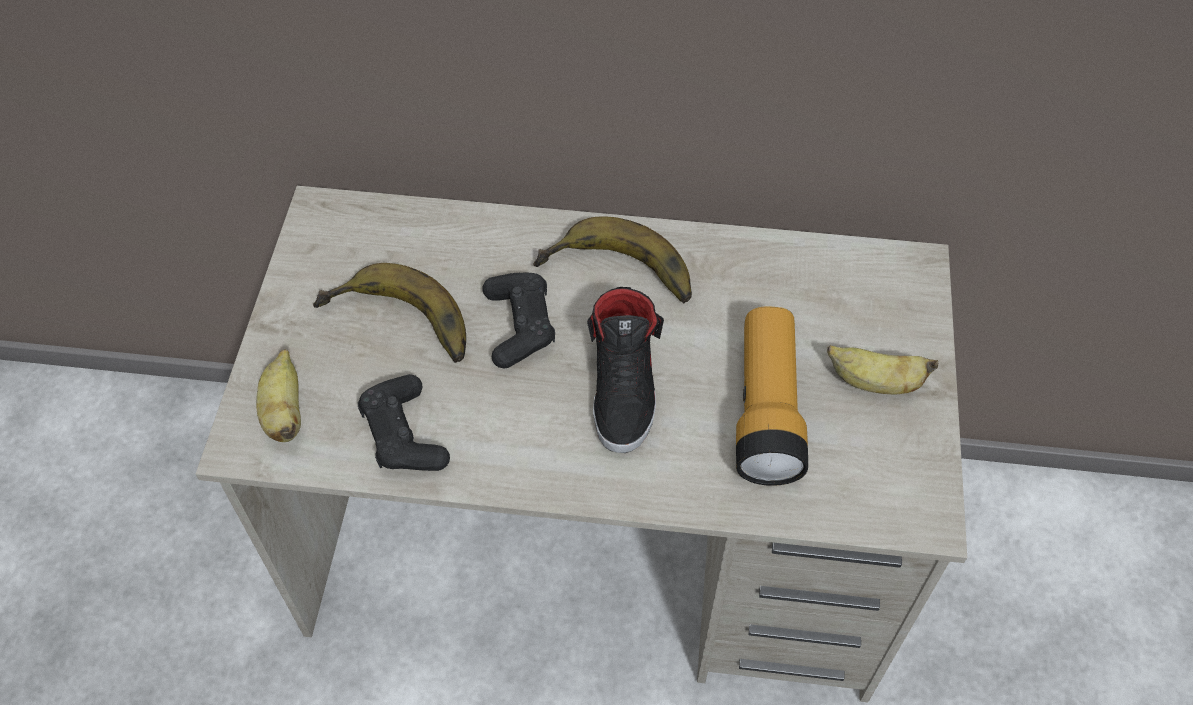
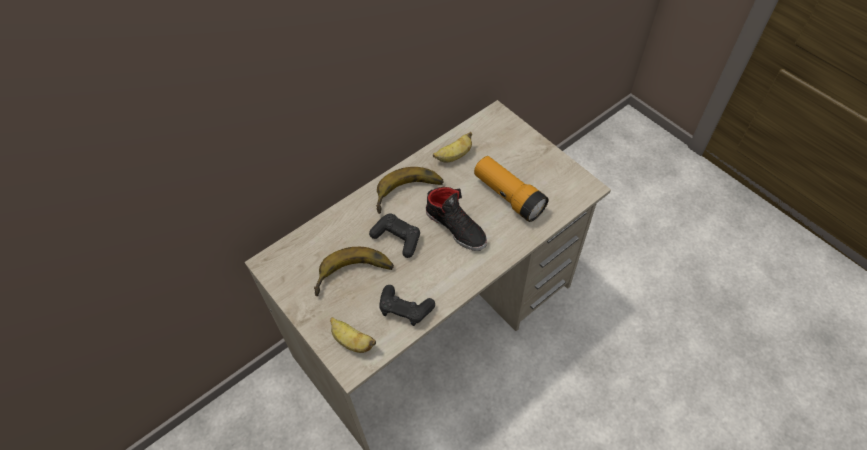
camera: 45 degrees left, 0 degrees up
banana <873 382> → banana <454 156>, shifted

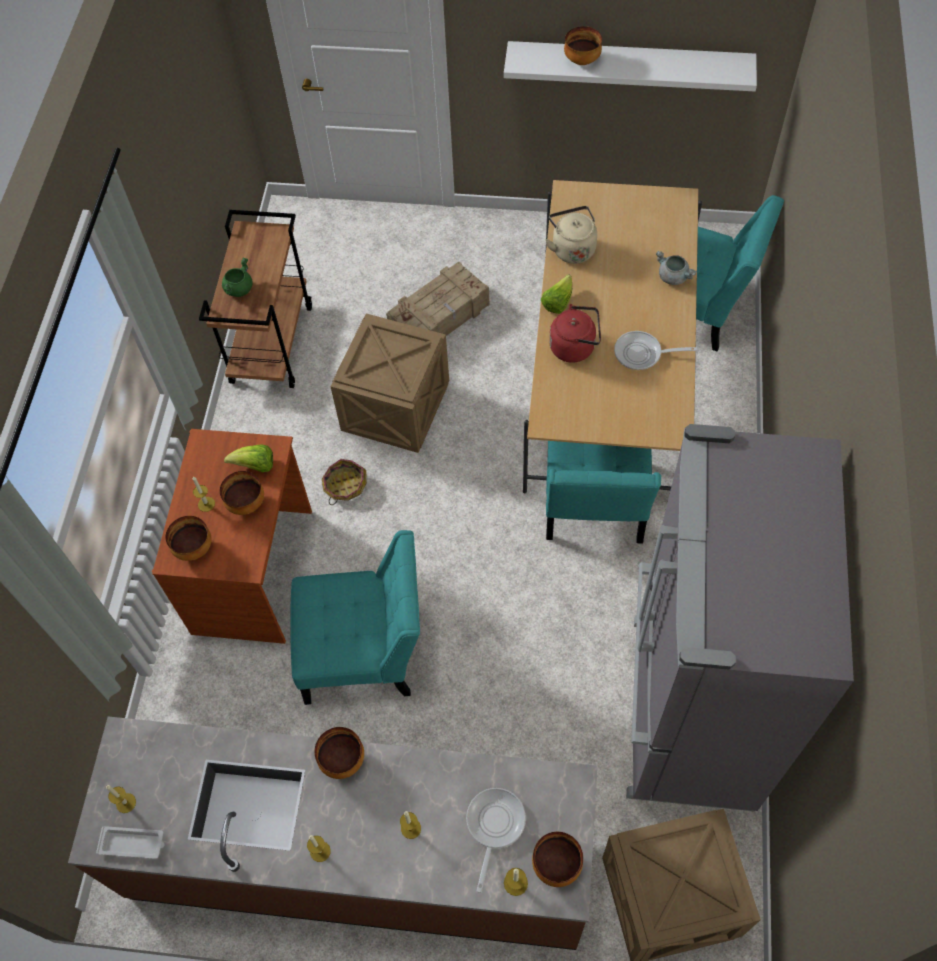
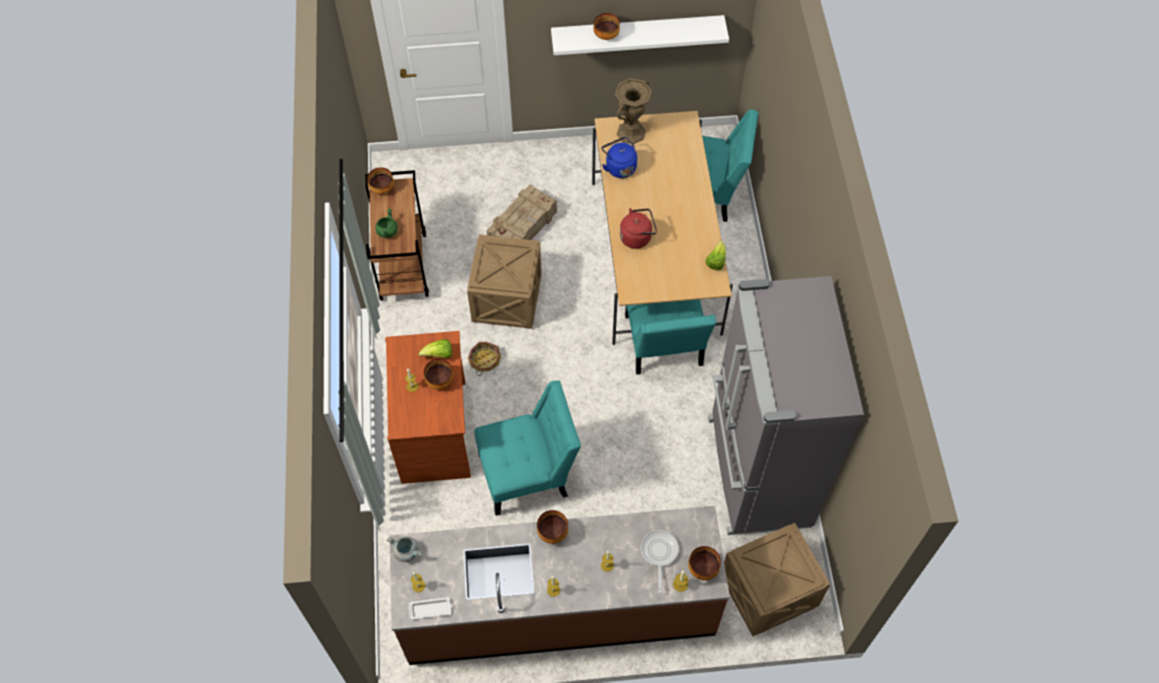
camera: 15 degrees left, 0 degrees up
serving bowl <193 548> → serving bowl <382 189>, shifted
saucepot (gray) <673 277> → saucepot (gray) <407 552>, shifted
kettle (beige) <572 248> → kettle (blue) <619 167>
- → flower vase (brown) <631 132>
head of lettuce <557 302> → head of lettuce <716 261>, shifted
skillet <642 354> → -

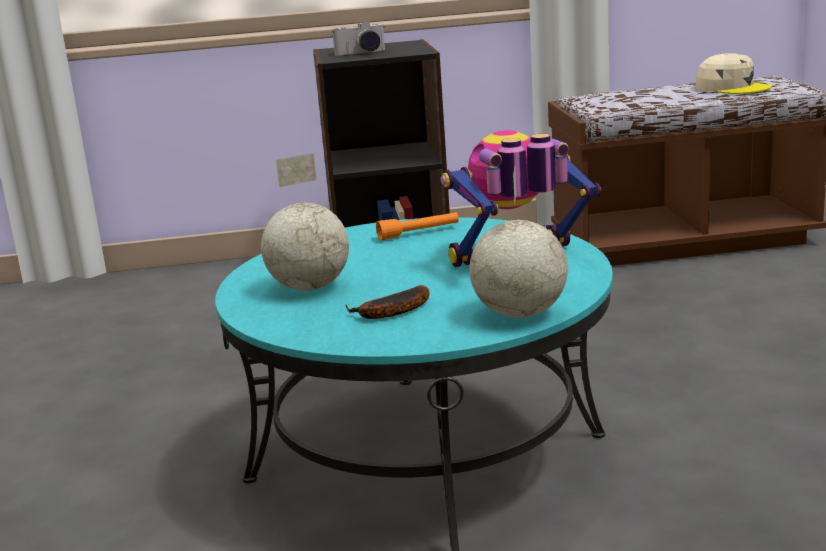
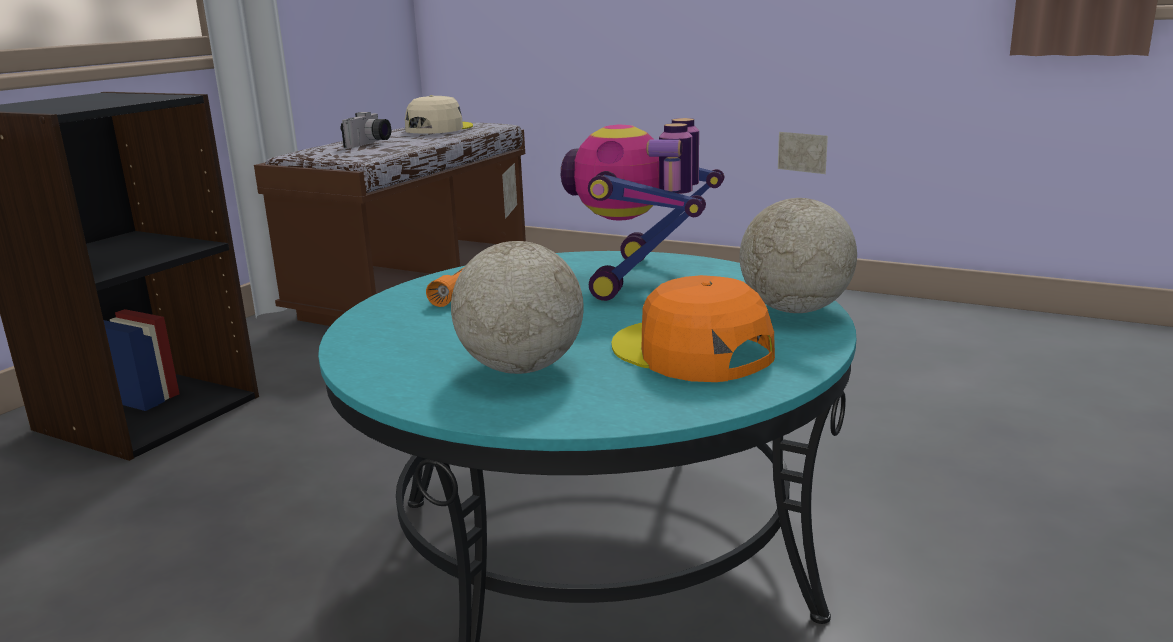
camera: 55 degrees left, 0 degrees up
still camera <361 53> → still camera <370 143>, shifted
peaked cap (beige) <732 87> → peaked cap (beige) <439 129>, 60 degrees counterclockwise
banana <391 312> → peaked cap (orange-coloured) <691 352>

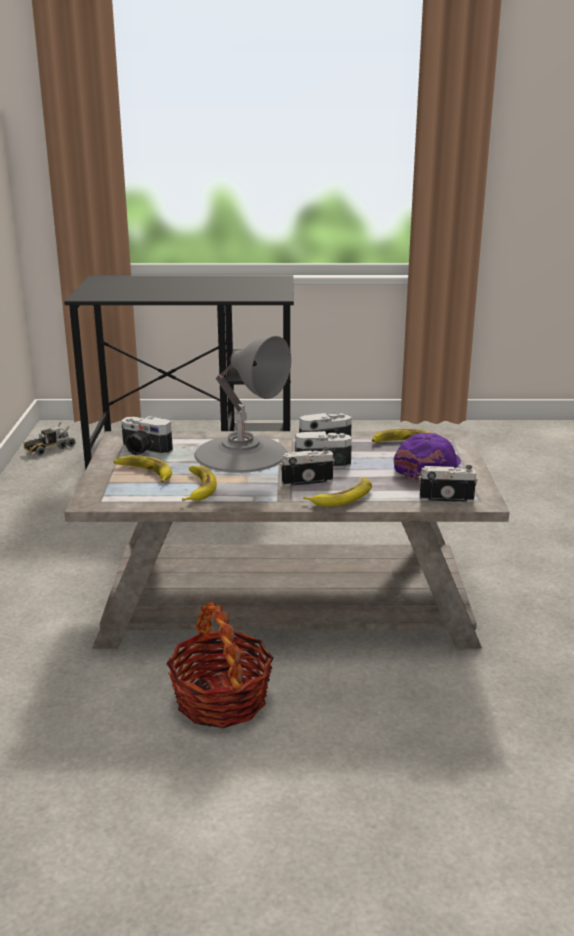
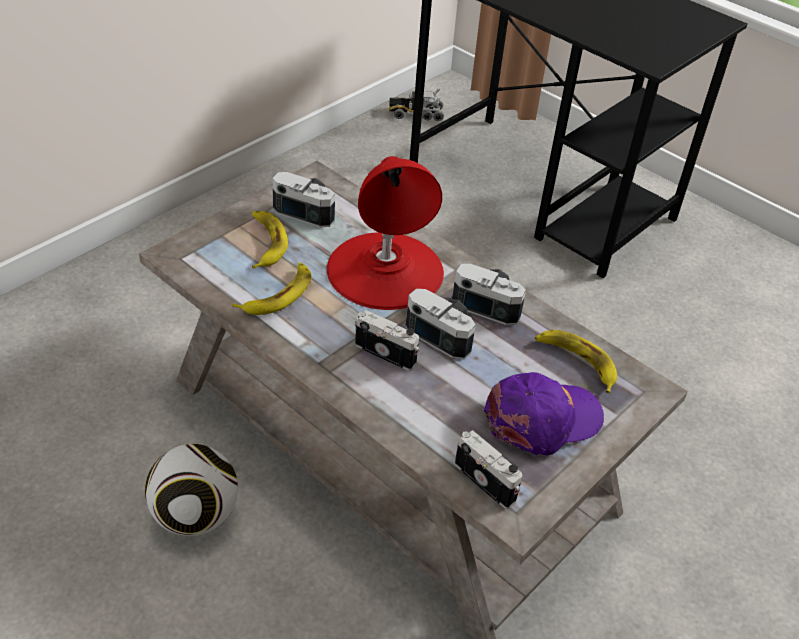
camera: 40 degrees right, 20 degrees up
household basket <221 700> → football ball <196 515>
still camera <143 451> → still camera <307 210>, 135 degrees clockwise
tabletop lamp (gray) <241 453> → tabletop lamp (red-coloured) <386 270>
banana <342 497> → -

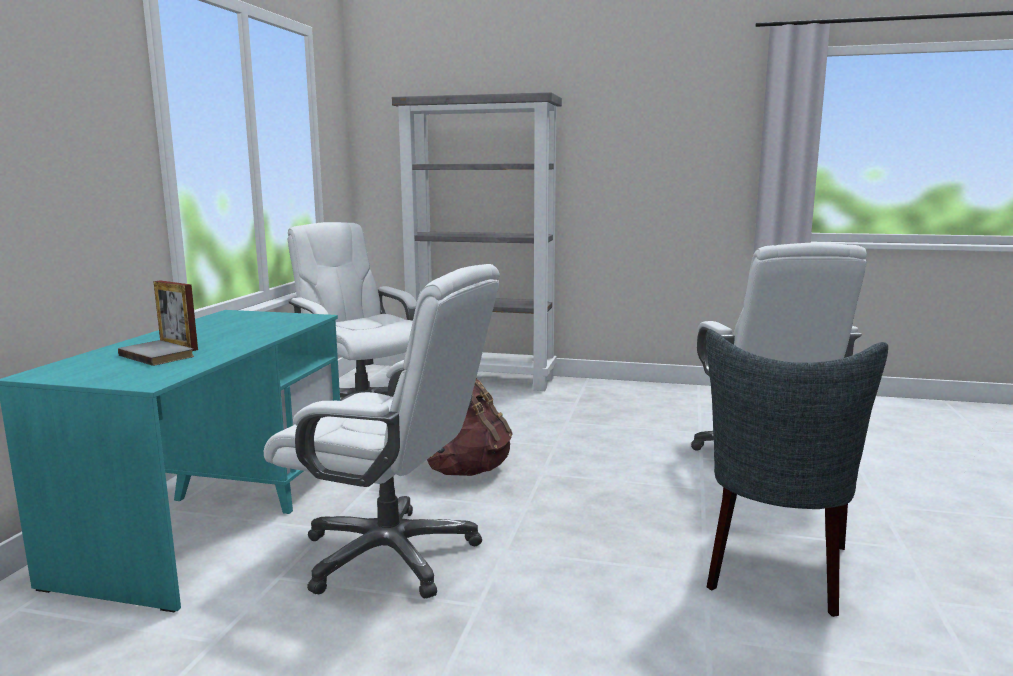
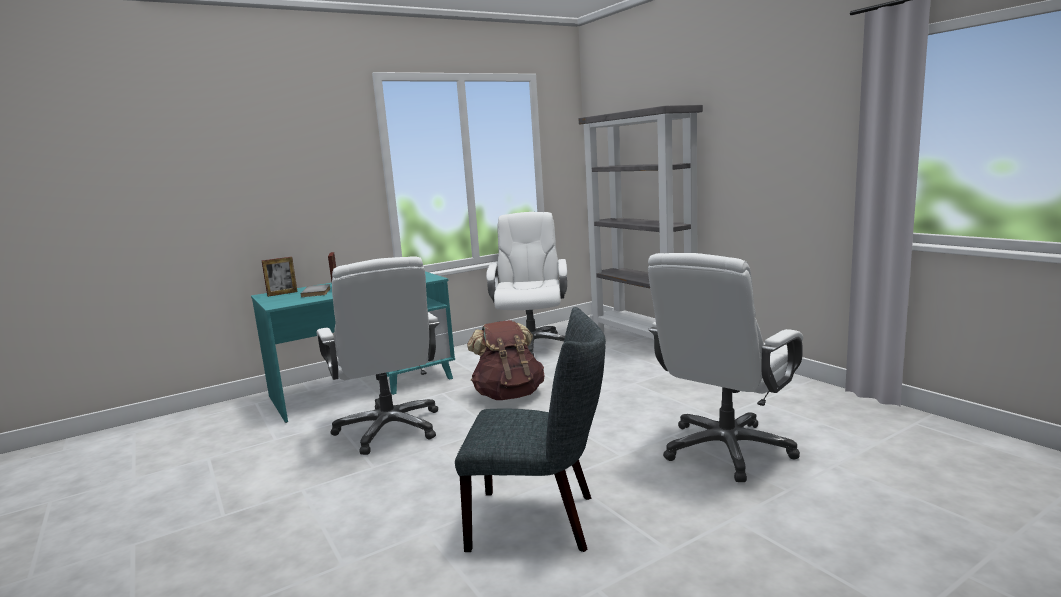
camera: 45 degrees right, 0 degrees up
- → standing frame <282 293>
upright chair (gray) <775 571> → upright chair (gray) <541 521>, 150 degrees counterclockwise

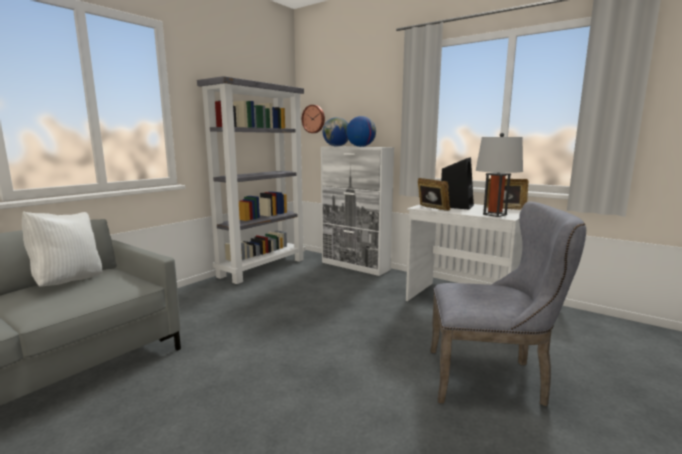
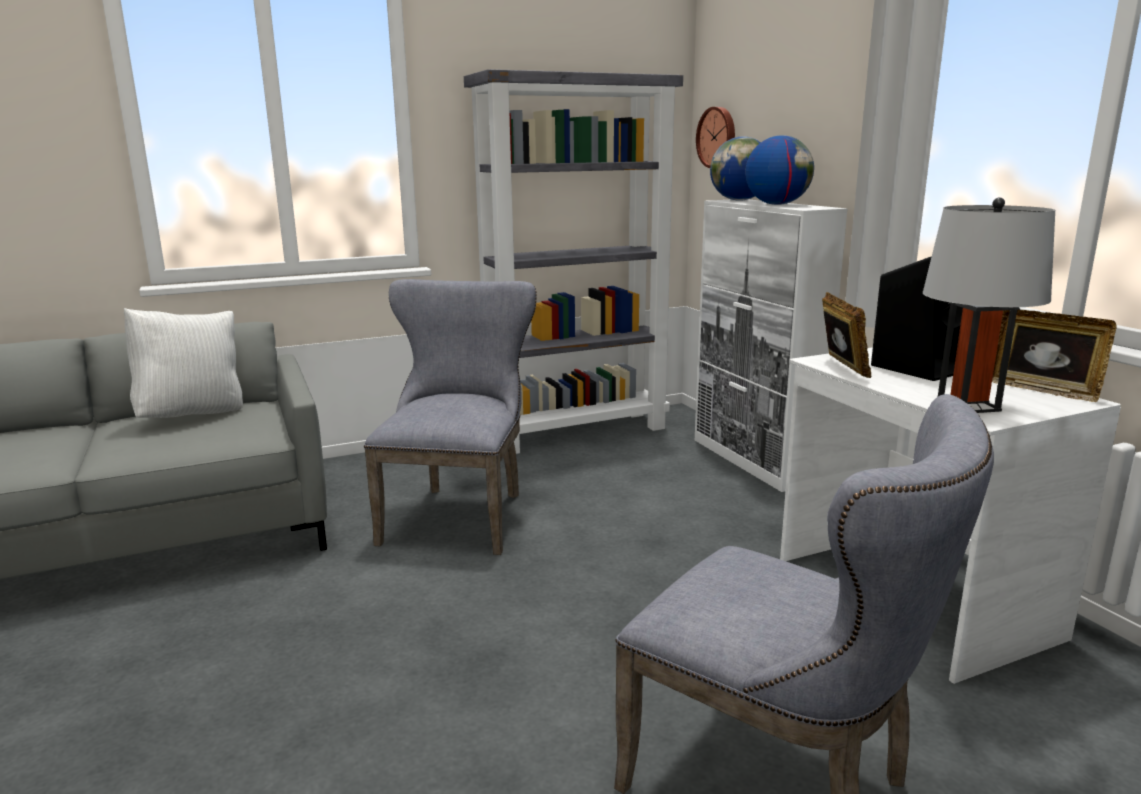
camera: 30 degrees right, 5 degrees up
- → upright chair (gray) <460 514>

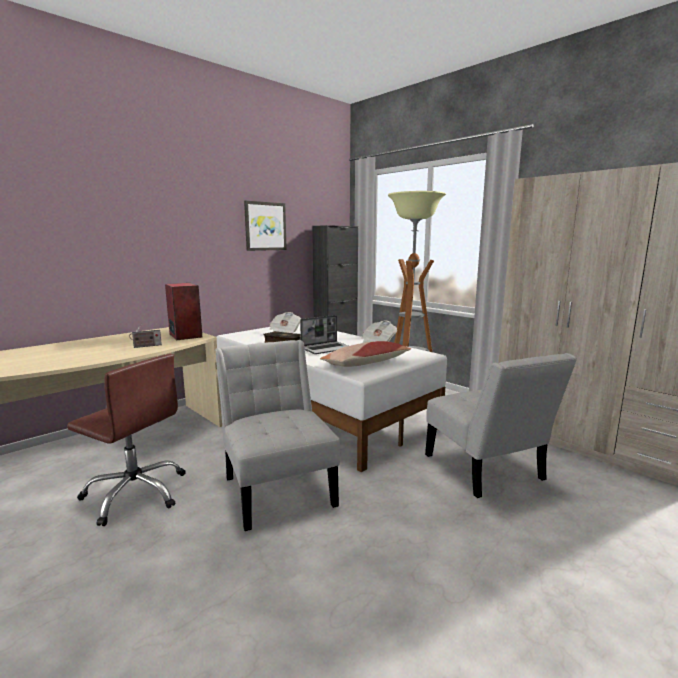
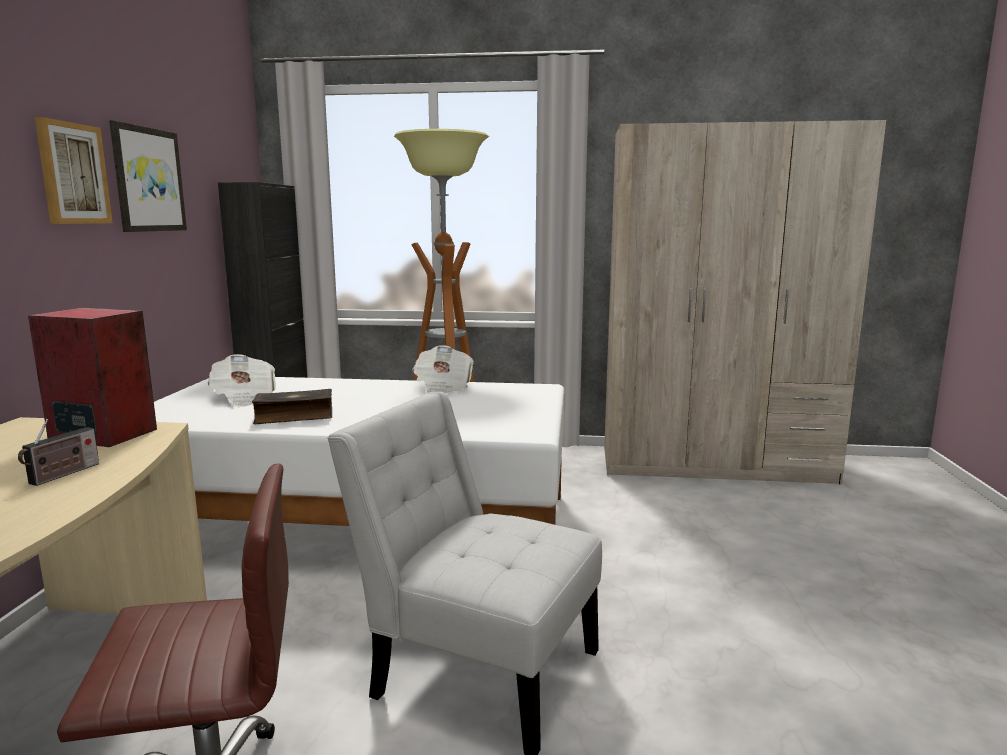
camera: 40 degrees left, 0 degrees up
- → wall picture <72 174>
notebook computer <326 349> → -
pillow <365 363> → -
upright chair (white) <486 470> → -

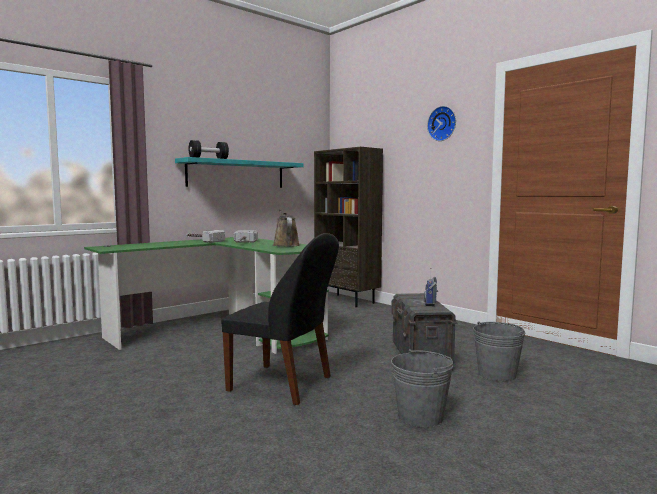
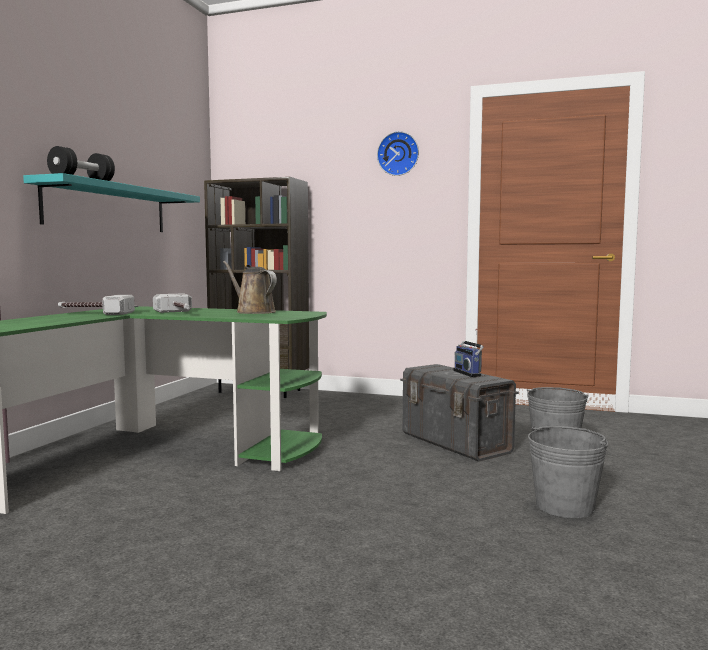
camera: 30 degrees left, 0 degrees up
upright chair (blackish) <283 385> → -

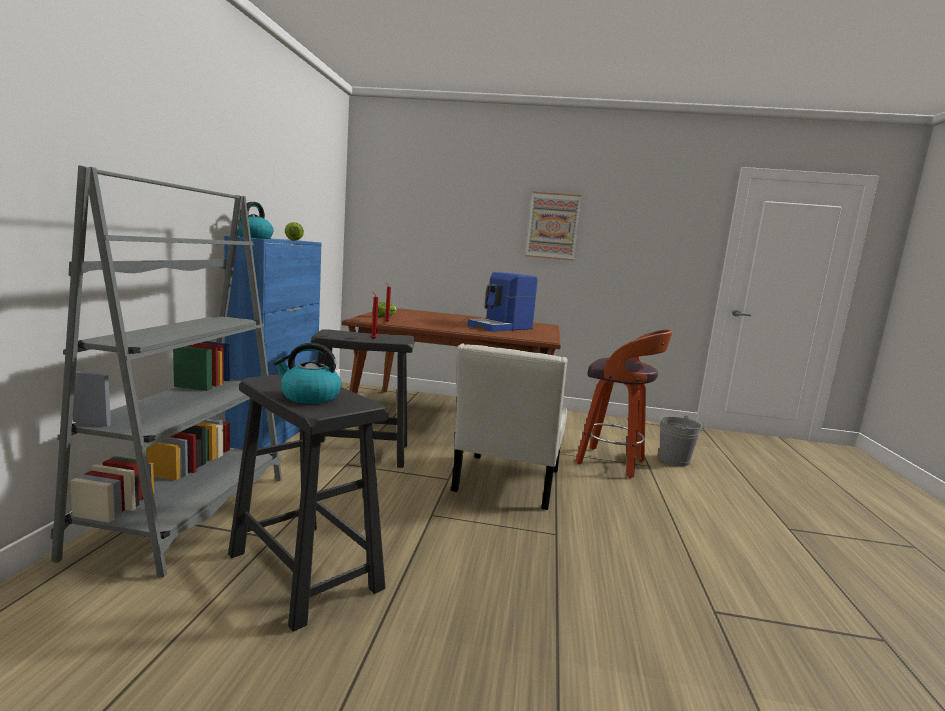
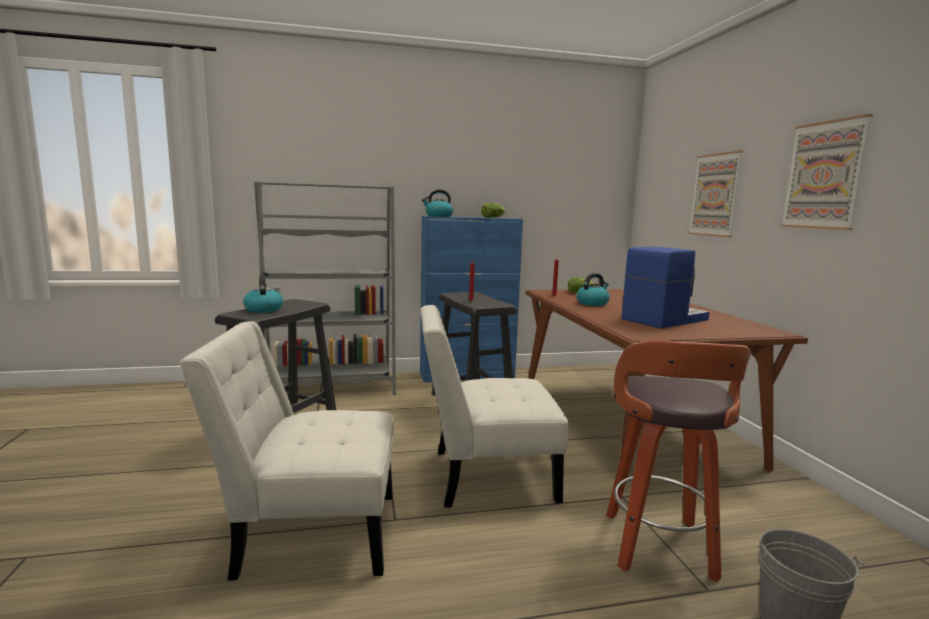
camera: 70 degrees right, 0 degrees up
- → upright chair (white) <309 533>
- → kettle <592 303>
coffee brewer <501 327> → coffee brewer <663 319>, 120 degrees clockwise
- → wall picture <715 195>

